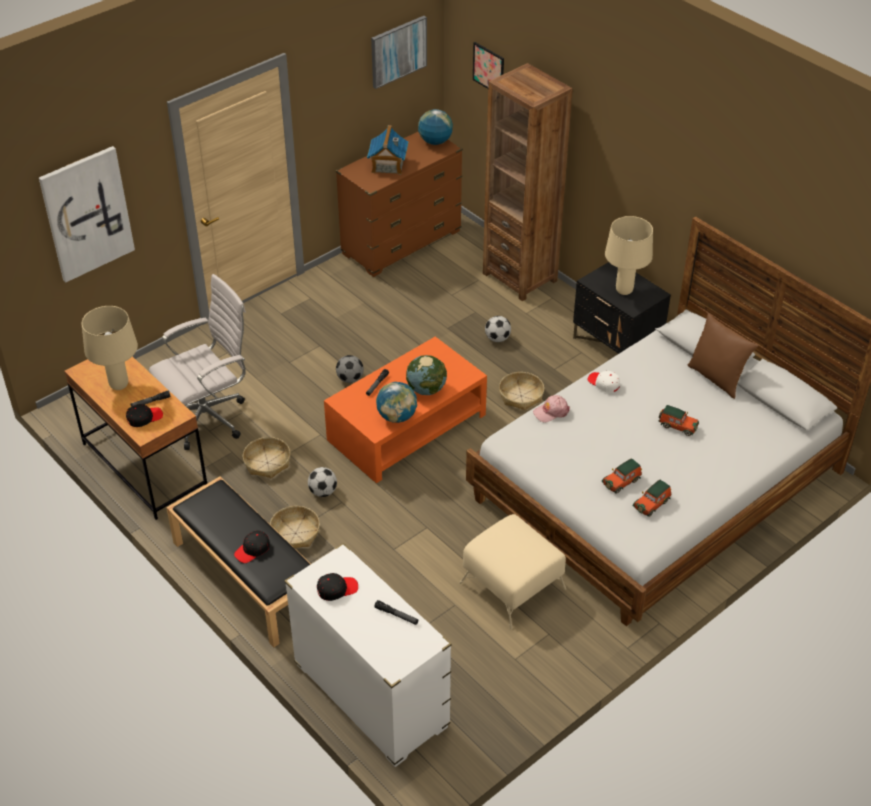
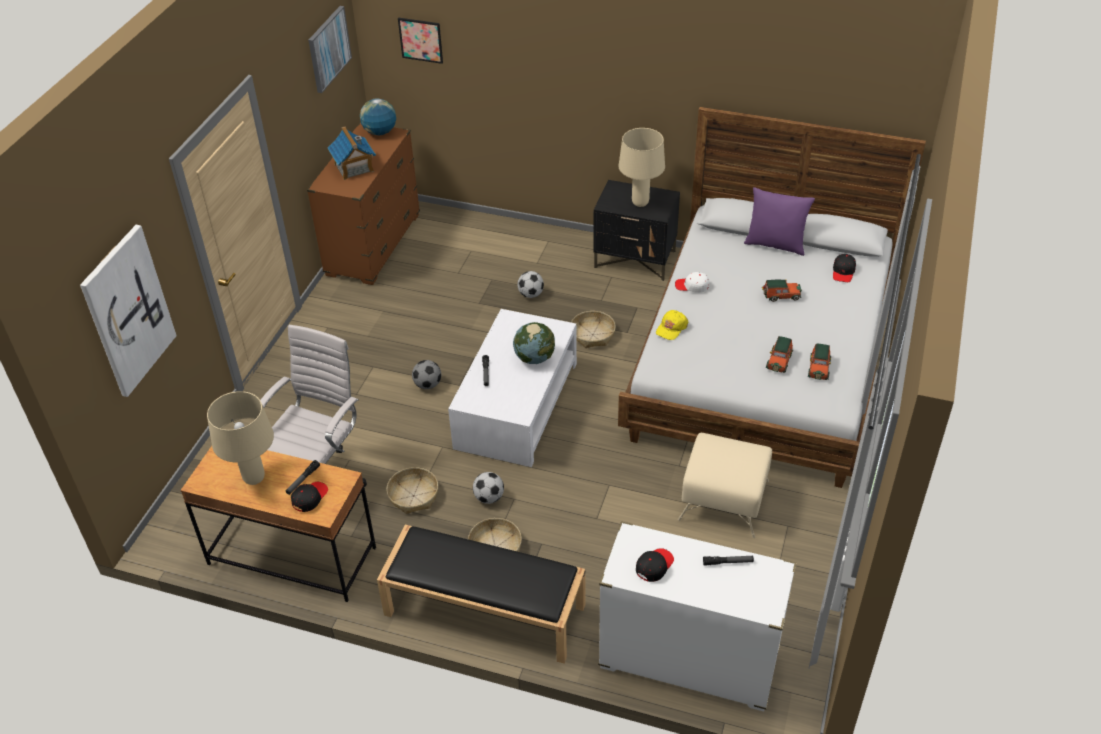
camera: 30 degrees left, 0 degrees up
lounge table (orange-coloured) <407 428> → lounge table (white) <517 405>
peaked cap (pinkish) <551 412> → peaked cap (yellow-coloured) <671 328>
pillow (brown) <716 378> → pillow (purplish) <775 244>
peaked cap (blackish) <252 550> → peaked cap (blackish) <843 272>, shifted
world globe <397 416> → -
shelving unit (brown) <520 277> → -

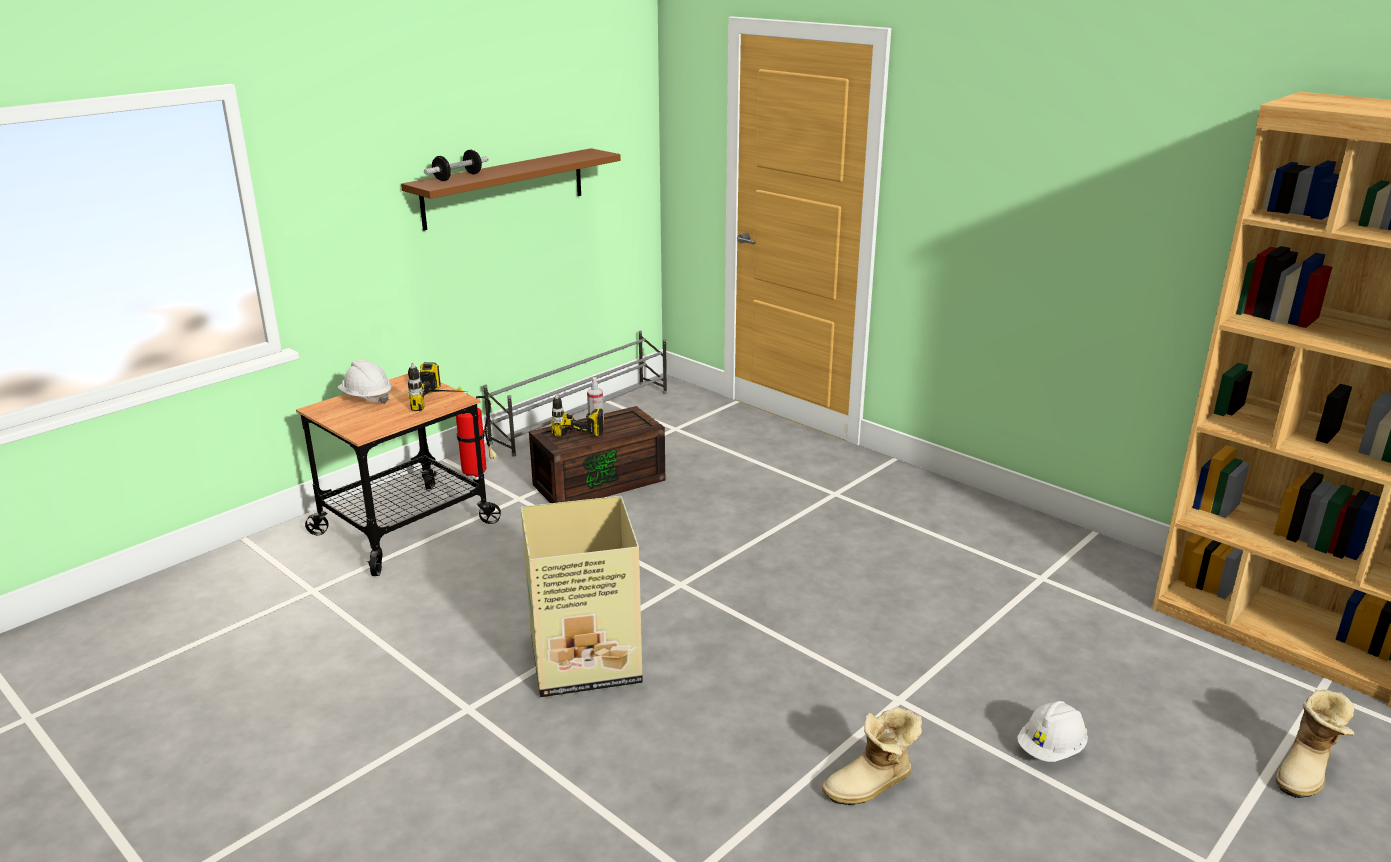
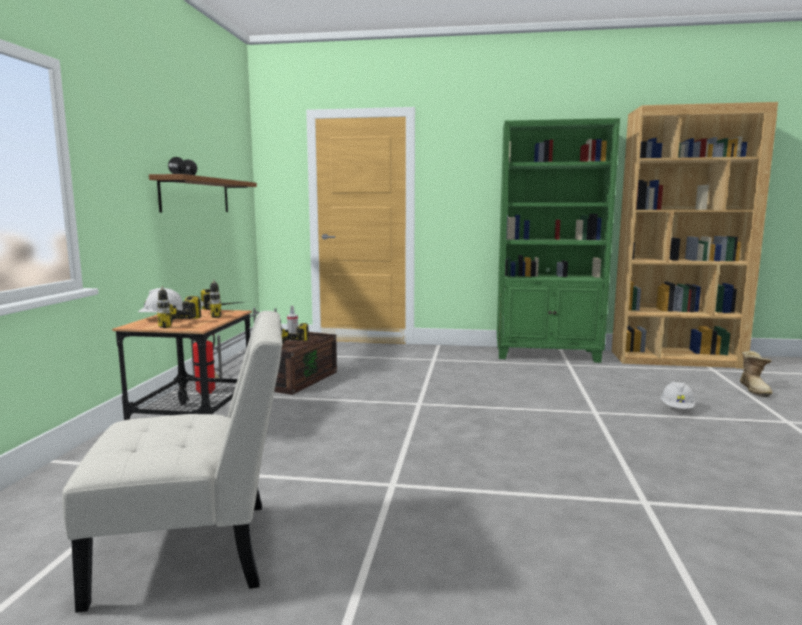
camera: 35 degrees left, 15 degrees down
- → upright chair (white) <197 551>
- → electric drill <190 326>
- → shelving unit (greenish) <547 355>
cardboard box <587 661> → -
tall boot <872 786> → -

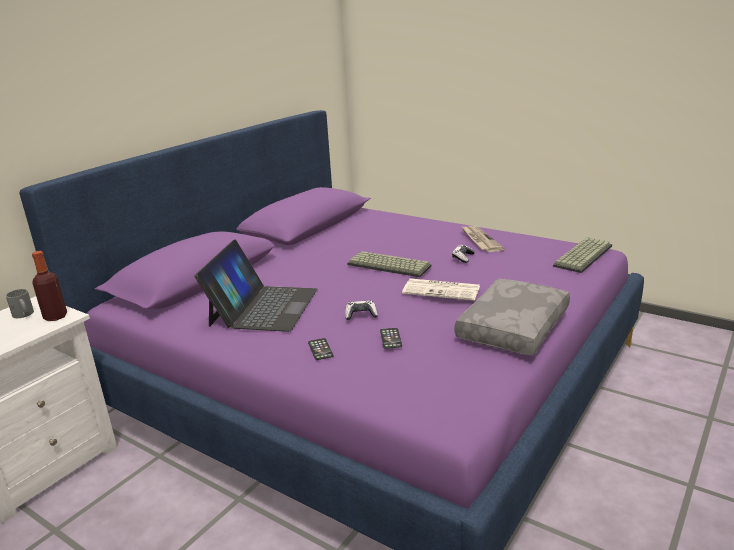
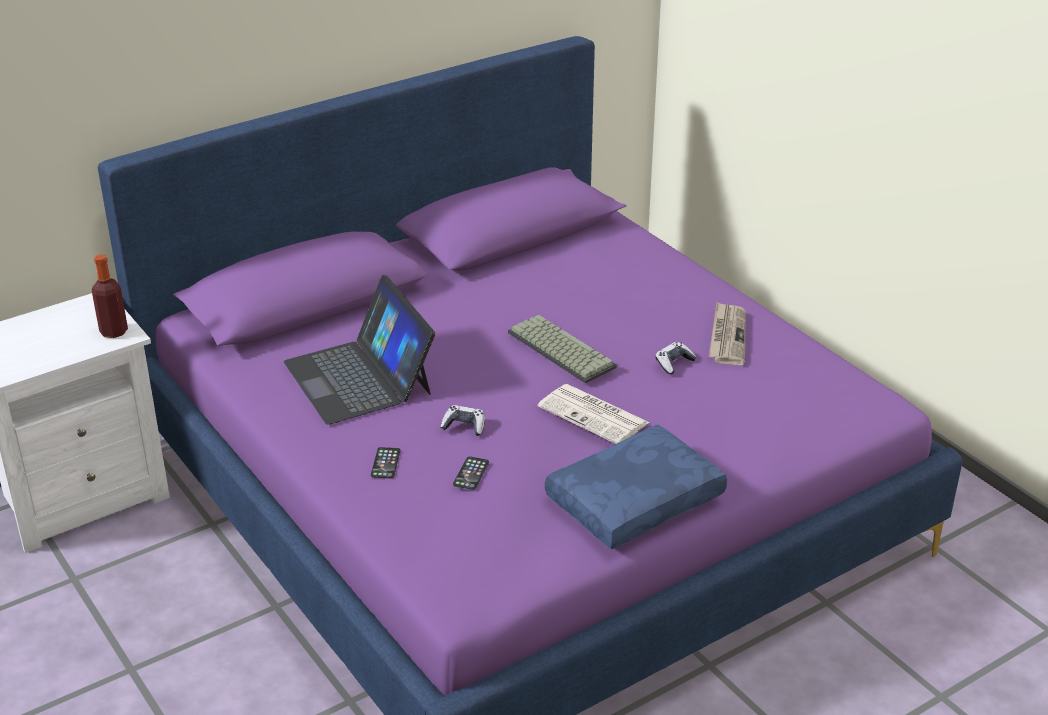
camera: 20 degrees right, 10 degrees up
notebook computer <263 307> → notebook computer <359 377>, 120 degrees clockwise
pillow (gray) <511 327> → pillow (blue) <634 499>
mug (gray) <23 315> → -
computer keyboard <582 255> → -

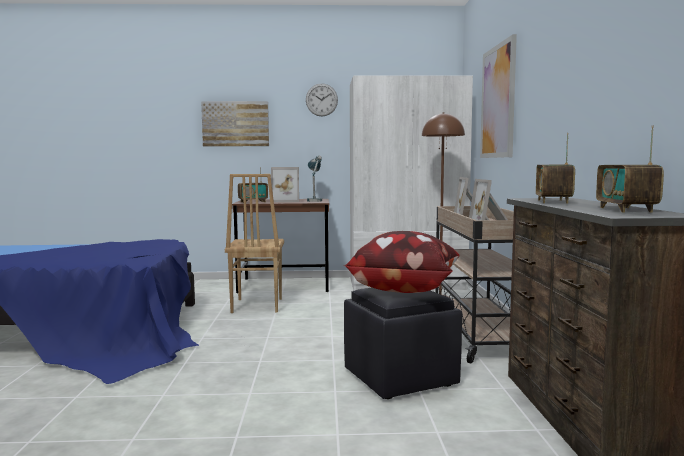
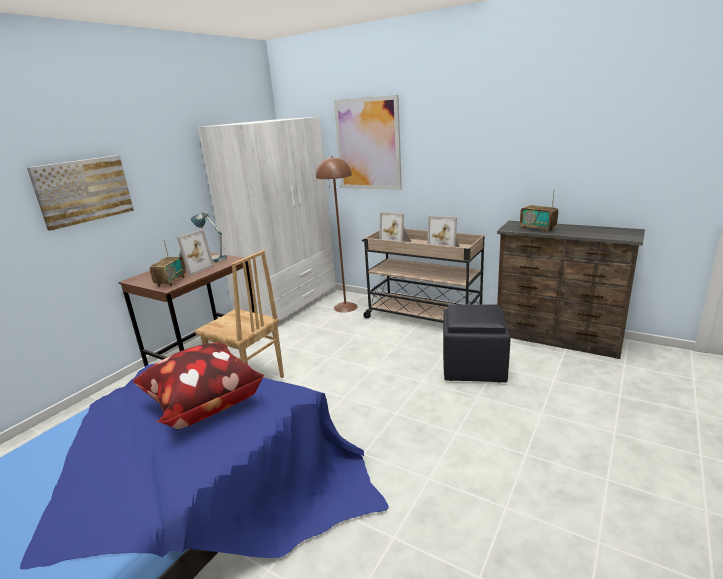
camera: 55 degrees left, 15 degrees up
pillow <404 289> → pillow <203 404>, shifted
clock on the wall <321 100> → -
radio receiver <626 210> → -

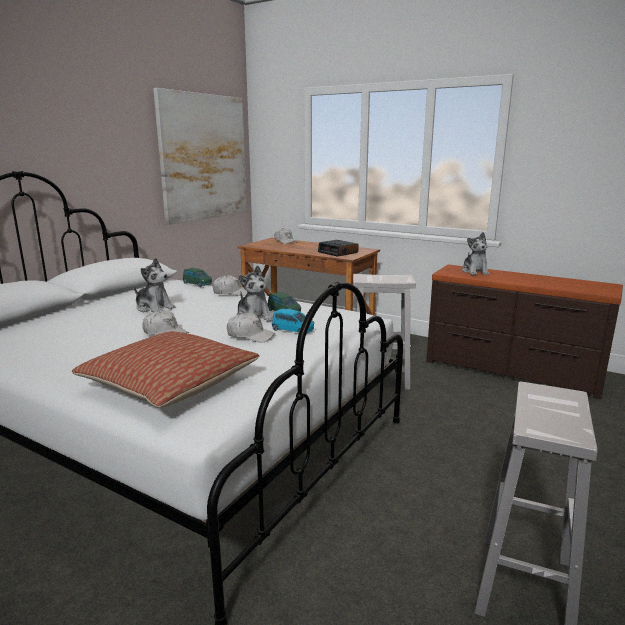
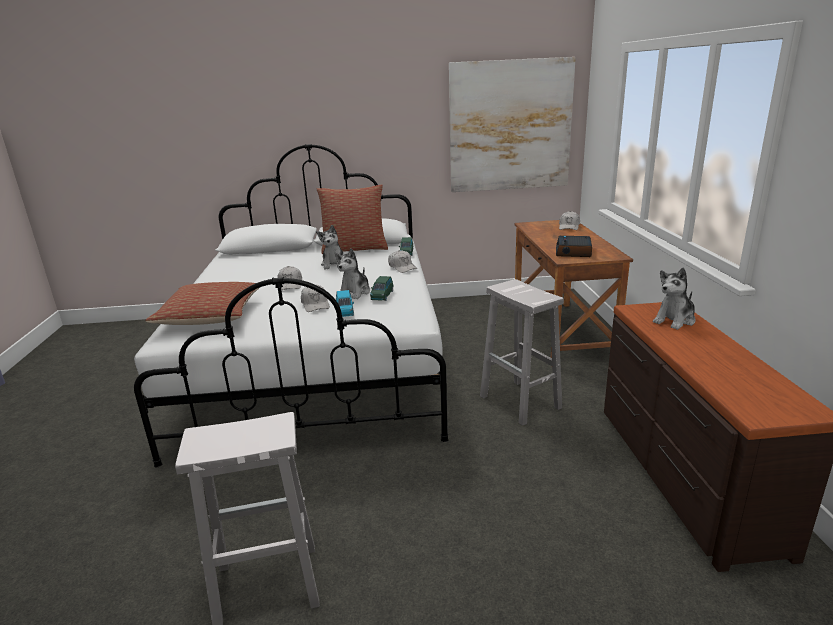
camera: 55 degrees right, 5 degrees up
- → pillow <355 249>

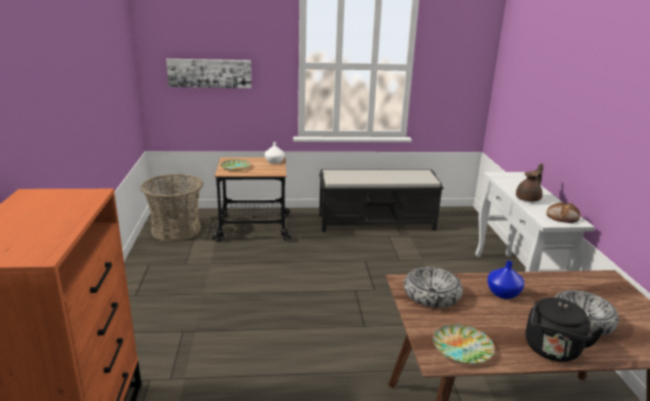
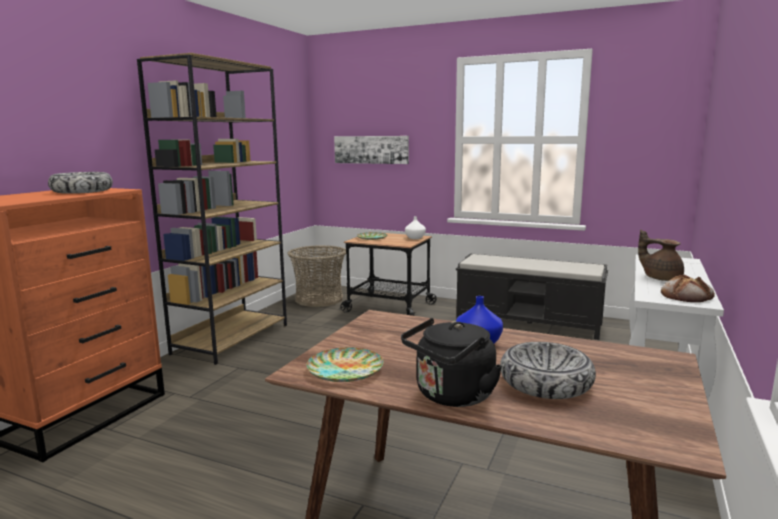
camera: 30 degrees right, 10 degrees down
serving bowl <431 294> → serving bowl <82 191>, shifted
- → shelving unit (brown) <231 338>
teapot (brown) <529 199> → teapot (brown) <660 278>, 120 degrees counterclockwise

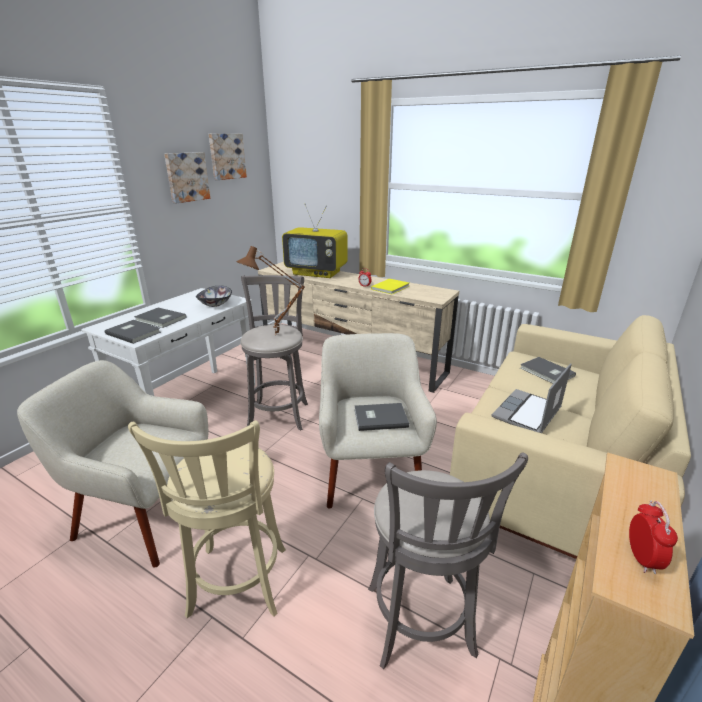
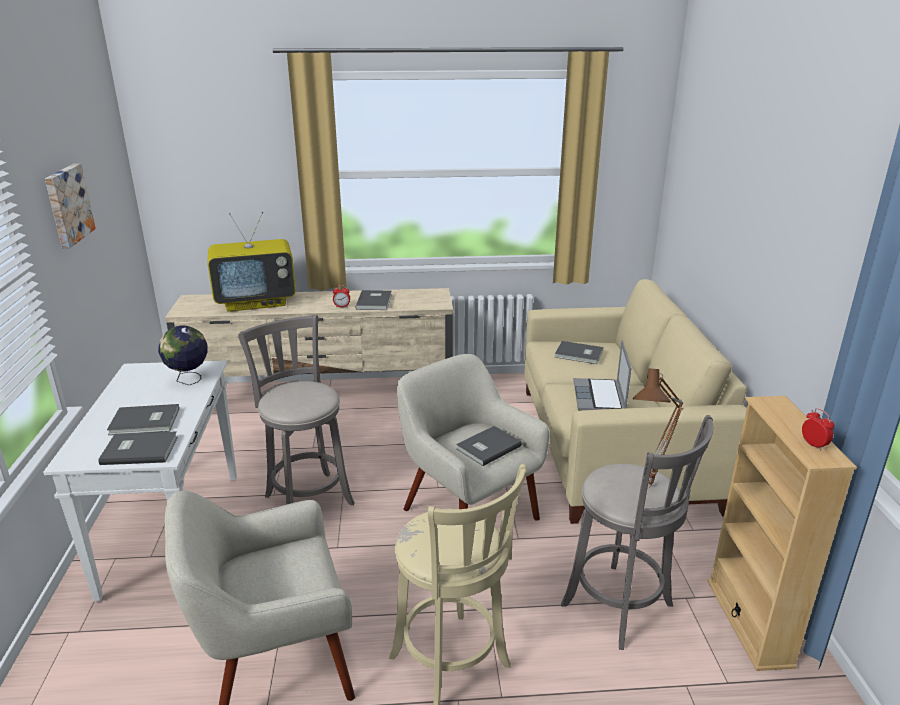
camera: 35 degrees left, 0 degrees up
serving bowl <216 304> → world globe <189 380>
volume (yellow-coloured) <391 287> → volume (gray) <375 301>
tabletop lamp (brown) <277 335> → tabletop lamp (brown) <652 487>, shifted
wall picture <226 156> → -

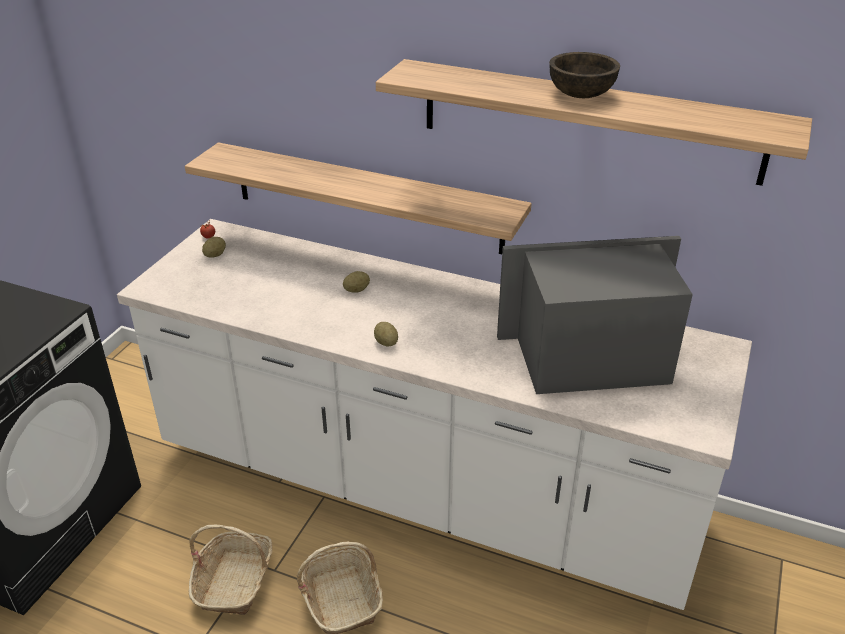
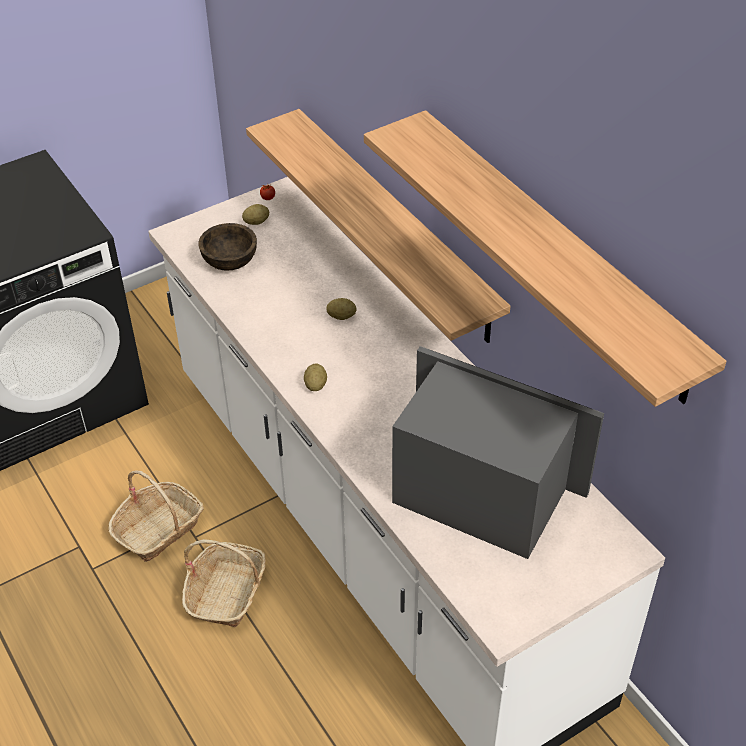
camera: 35 degrees right, 10 degrees up
serving bowl (brown) <581 94> → serving bowl (brown) <230 261>, shifted

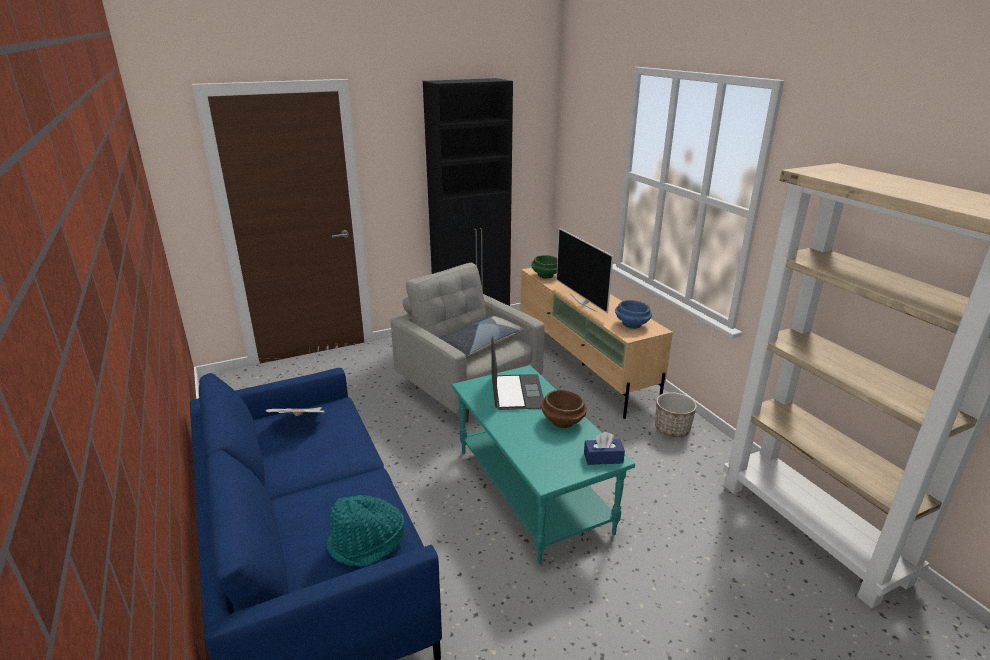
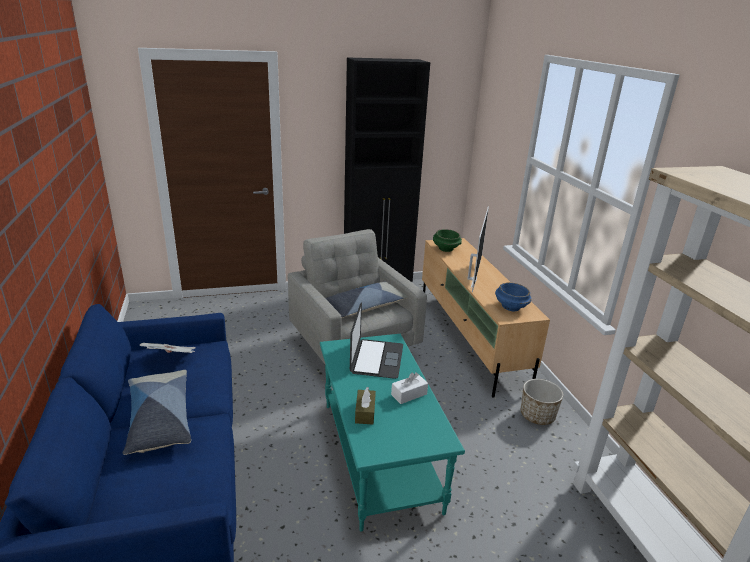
camera: 10 degrees right, 0 degrees up
- → pillow <159 419>
- → tissue box (brown) <365 412>
serving bowl (brown) <562 421> → tissue box (white) <409 394>
TV <583 302> → TV <472 279>, 150 degrees counterclockwise
wearable hat (blue-green) <367 543> → -
tissue box (blue) <603 458> → -

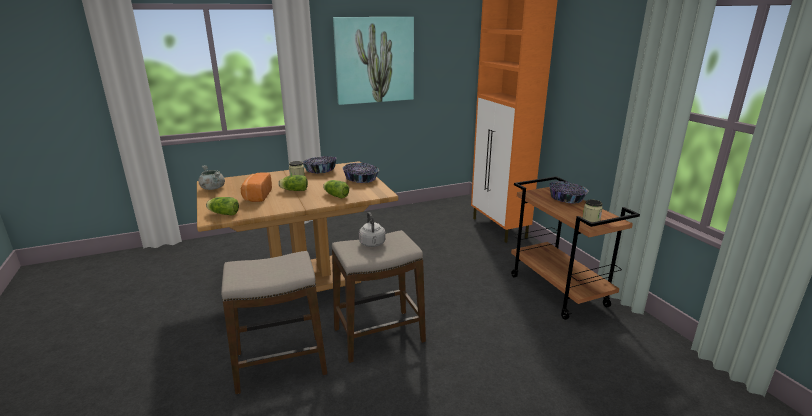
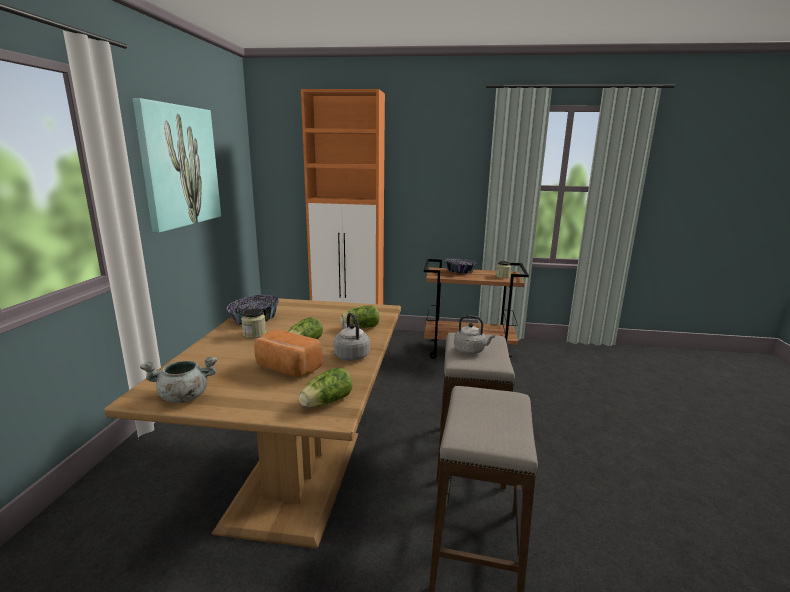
camera: 60 degrees left, 5 degrees down
- → kettle (gray) <351 355>
serving bowl <361 179> → -

